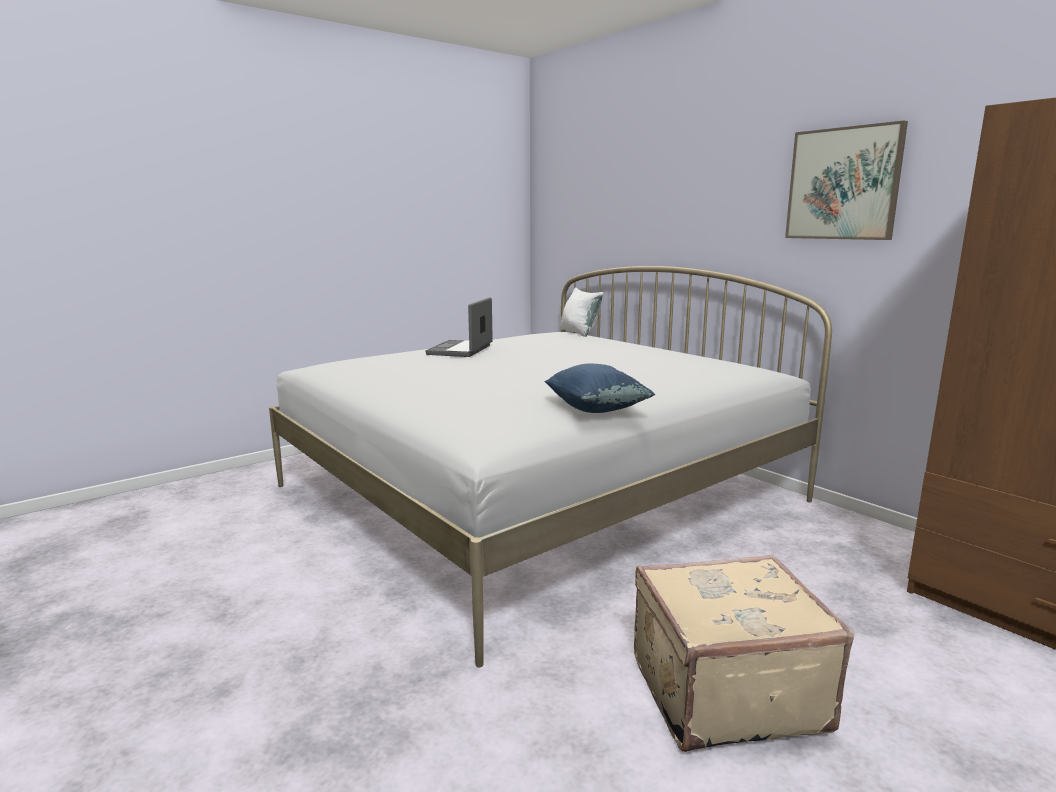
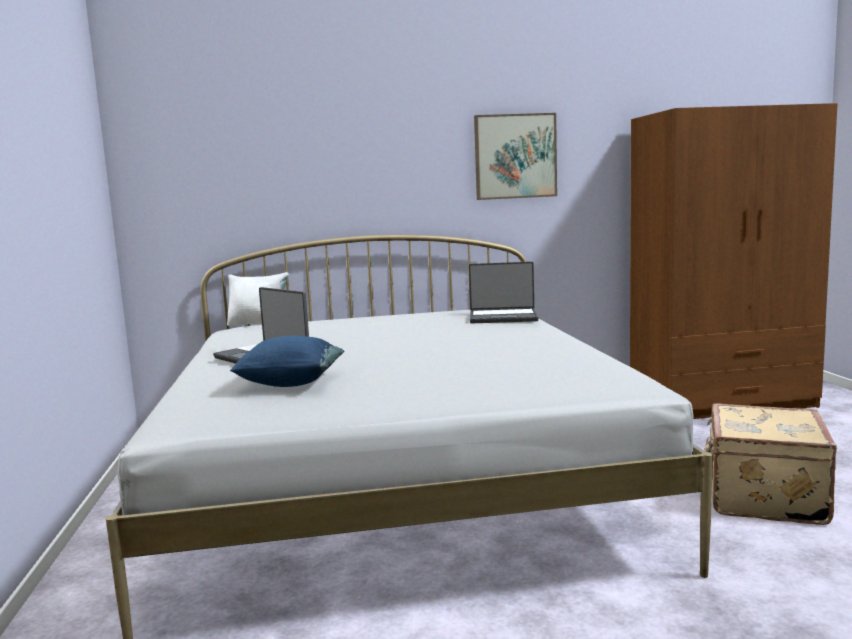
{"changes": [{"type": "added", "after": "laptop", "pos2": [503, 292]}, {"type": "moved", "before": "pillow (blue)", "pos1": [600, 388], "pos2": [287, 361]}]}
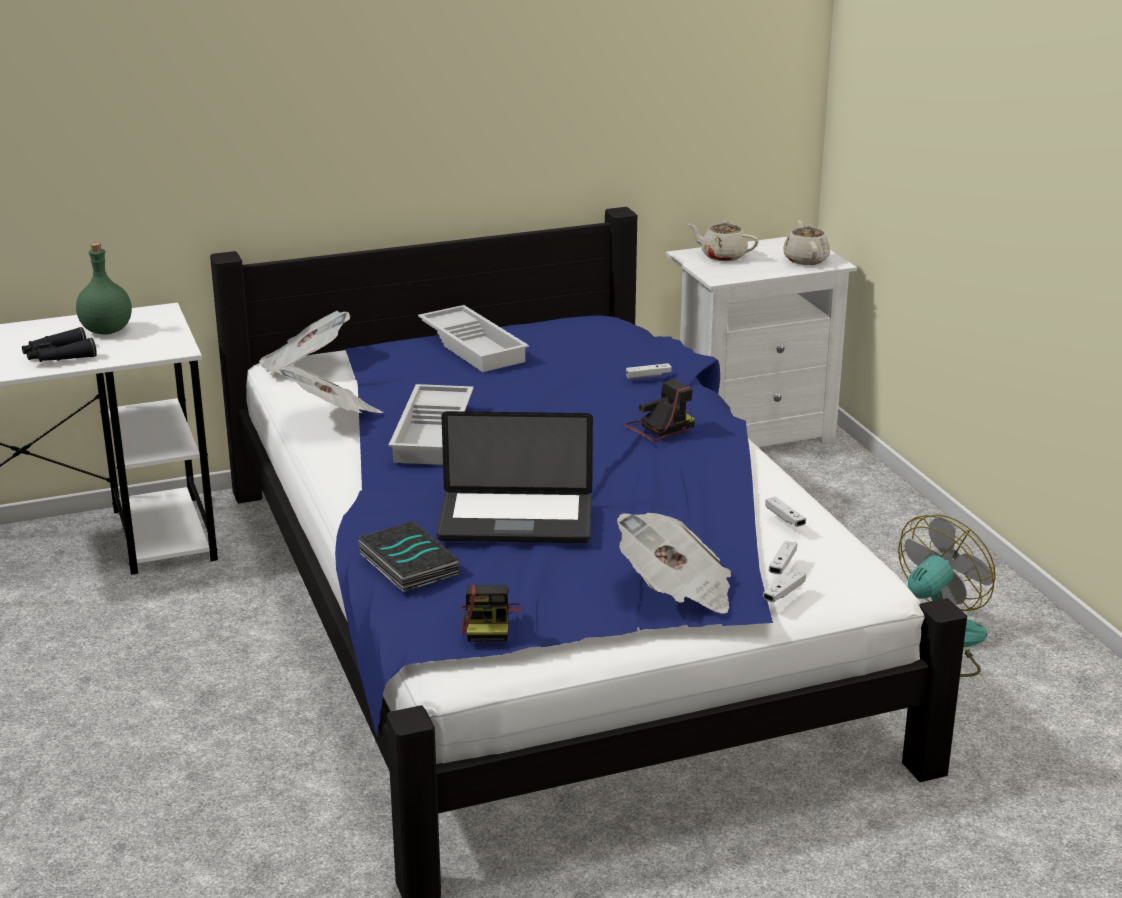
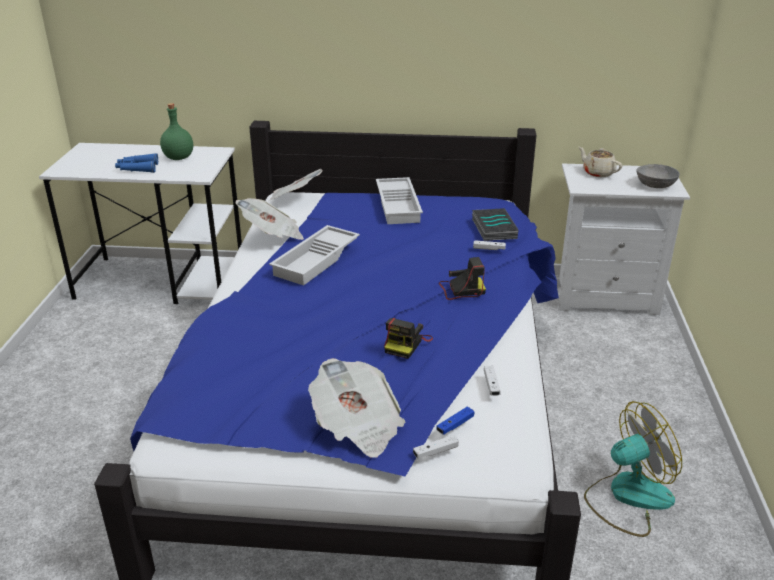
{"changes": [{"type": "removed", "before": "laptop", "pos1": [514, 477]}, {"type": "moved", "before": "book", "pos1": [408, 556], "pos2": [495, 224]}, {"type": "moved", "before": "photo camera", "pos1": [491, 613], "pos2": [408, 338]}, {"type": "replaced", "before": "teapot (beige)", "after": "bowl (grey)", "pos1": [806, 242], "pos2": [658, 176]}, {"type": "recoloured", "before": "binoculars (black)", "after": "binoculars (blue)", "pos1": [59, 344], "pos2": [136, 163]}, {"type": "recoloured", "before": "game controller (white)", "after": "game controller (blue)", "pos1": [782, 557], "pos2": [455, 421]}]}
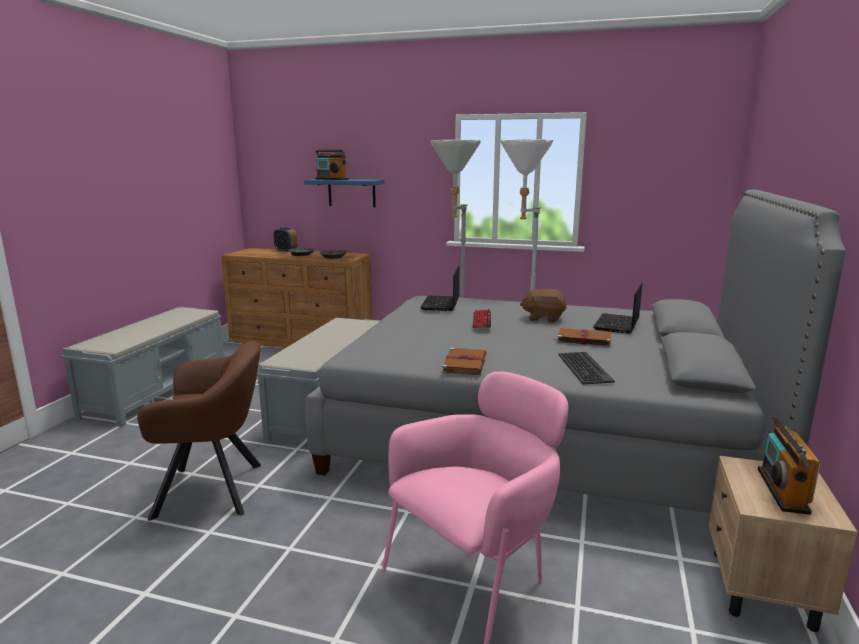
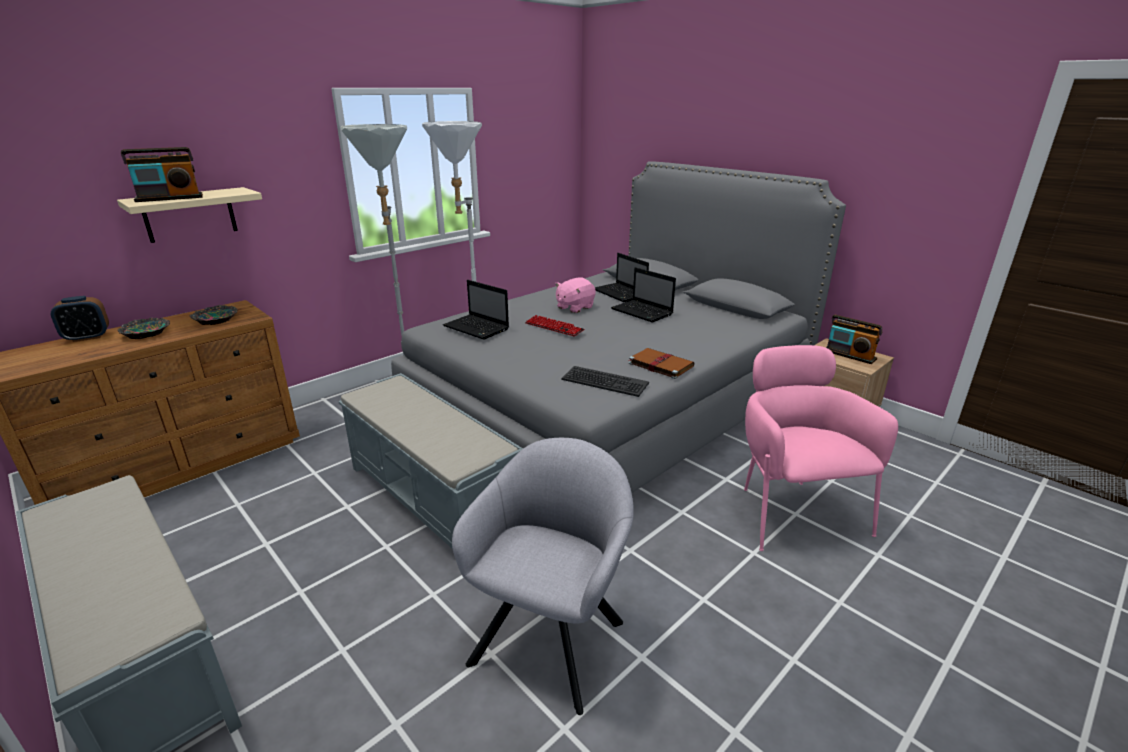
{"changes": [{"type": "moved", "before": "keyboard", "pos1": [586, 368], "pos2": [605, 381]}, {"type": "replaced", "before": "book (brown)", "after": "laptop", "pos1": [582, 337], "pos2": [643, 294]}, {"type": "recoloured", "before": "armchair (brown)", "after": "armchair (grey)", "pos1": [199, 431], "pos2": [543, 576]}, {"type": "recoloured", "before": "shelf (blue)", "after": "shelf (beige)", "pos1": [344, 193], "pos2": [189, 215]}, {"type": "recoloured", "before": "plush toy (brown)", "after": "plush toy (pink)", "pos1": [543, 306], "pos2": [575, 295]}]}
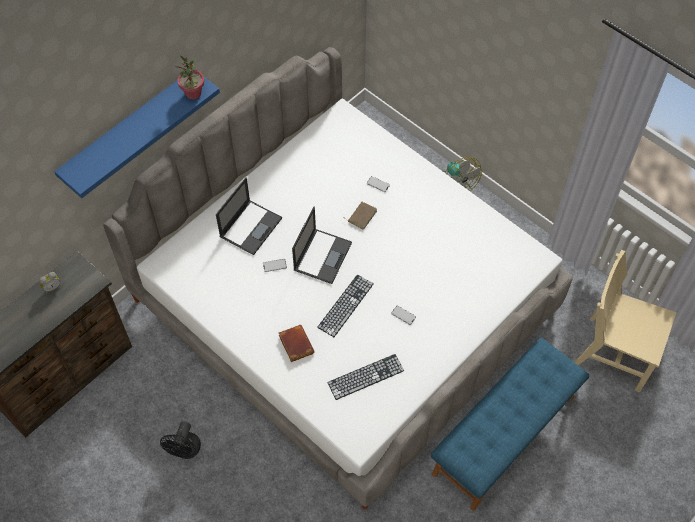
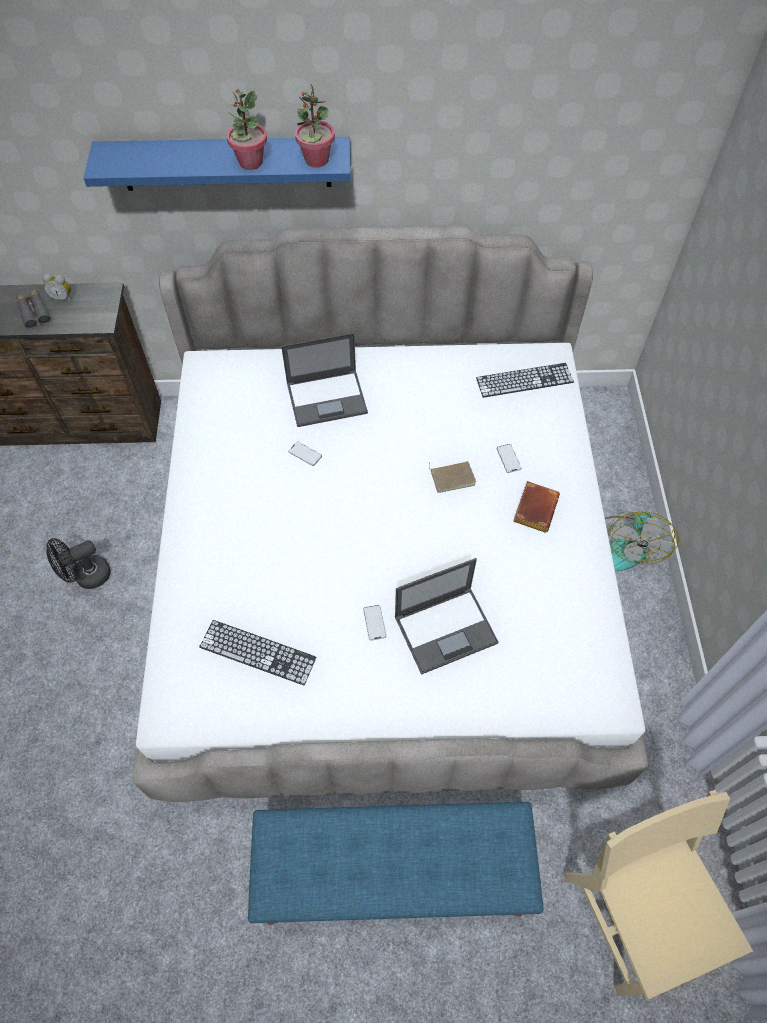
{"changes": [{"type": "added", "after": "binoculars (grey)", "pos2": [34, 309]}, {"type": "added", "after": "potted plant", "pos2": [247, 129]}, {"type": "moved", "before": "book (brown)", "pos1": [297, 343], "pos2": [536, 506]}, {"type": "moved", "before": "laptop", "pos1": [322, 245], "pos2": [446, 616]}, {"type": "moved", "before": "keyboard", "pos1": [345, 306], "pos2": [525, 380]}]}
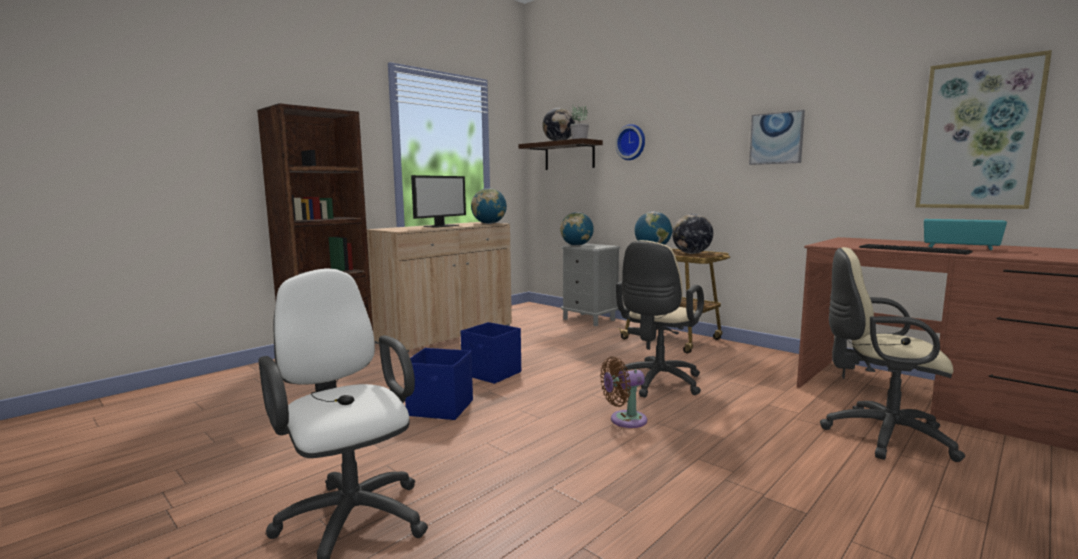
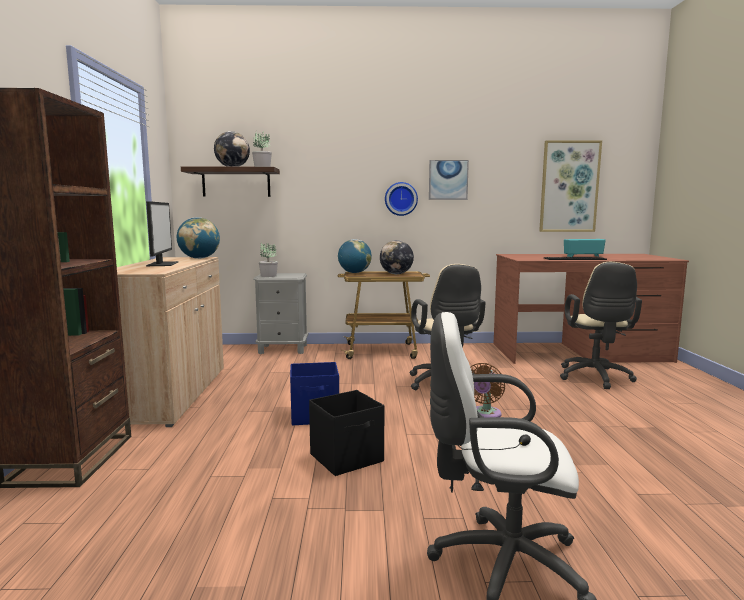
{"changes": [{"type": "moved", "before": "wall clock", "pos1": [630, 142], "pos2": [401, 199]}, {"type": "replaced", "before": "globe", "after": "potted plant", "pos1": [577, 229], "pos2": [268, 260]}, {"type": "recoloured", "before": "storage box (blue)", "after": "storage box (black)", "pos1": [439, 384], "pos2": [346, 433]}, {"type": "turned", "before": "office chair (beige)", "pos1": [892, 354], "pos2": [601, 325], "turn": -60}]}
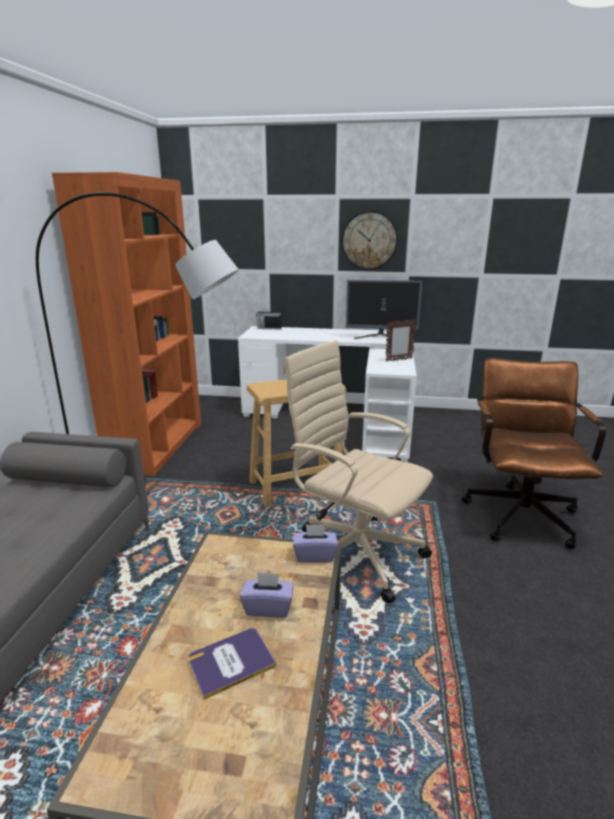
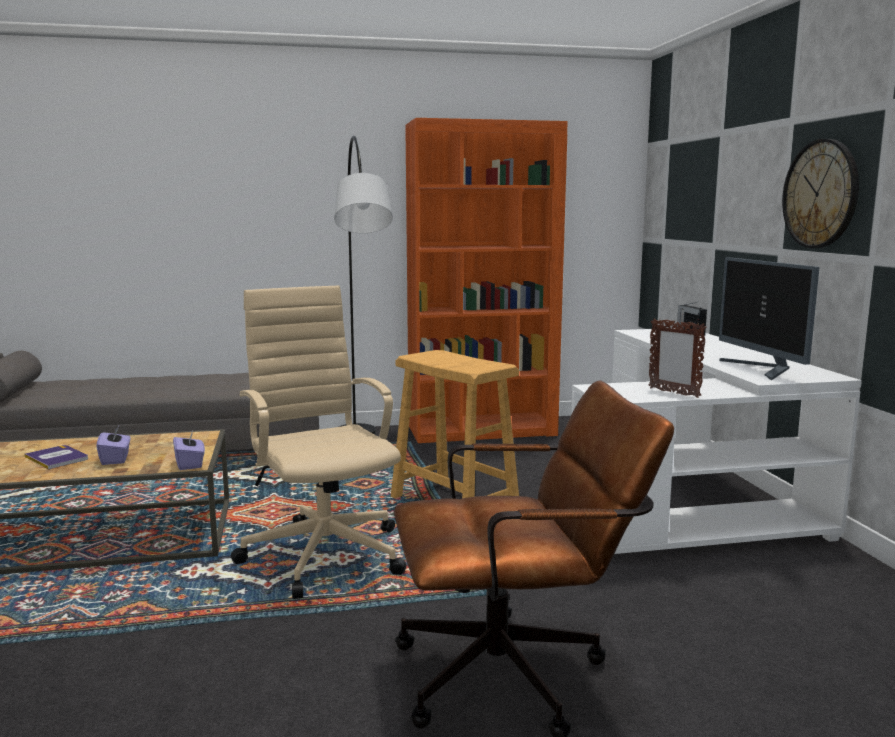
{"changes": [{"type": "turned", "before": "office chair (beige)", "pos1": [358, 472], "pos2": [318, 442], "turn": -45}]}
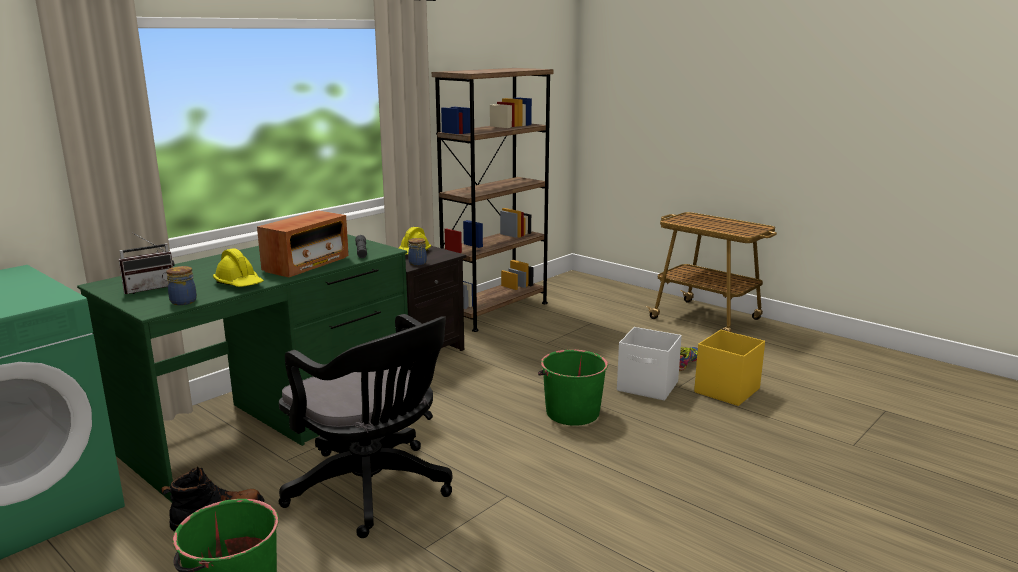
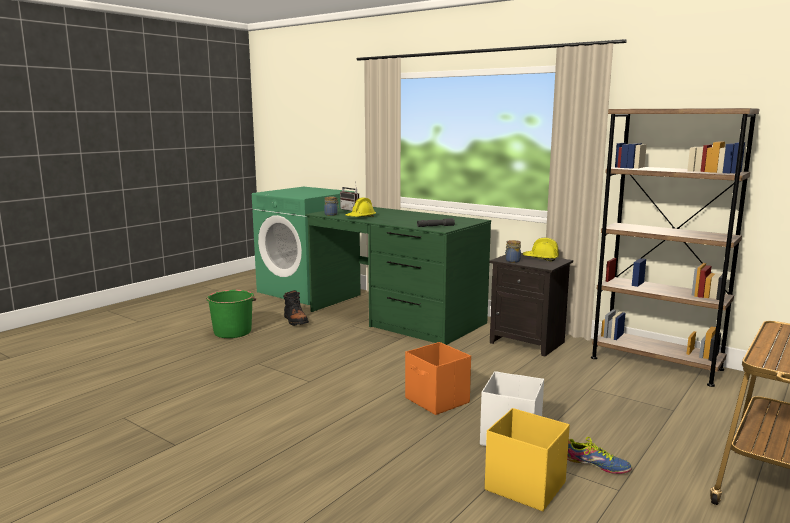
{"changes": [{"type": "removed", "before": "radio", "pos1": [303, 243]}, {"type": "removed", "before": "office chair (black)", "pos1": [366, 426]}, {"type": "replaced", "before": "bucket (green)", "after": "storage box (orange)", "pos1": [573, 388], "pos2": [438, 378]}]}
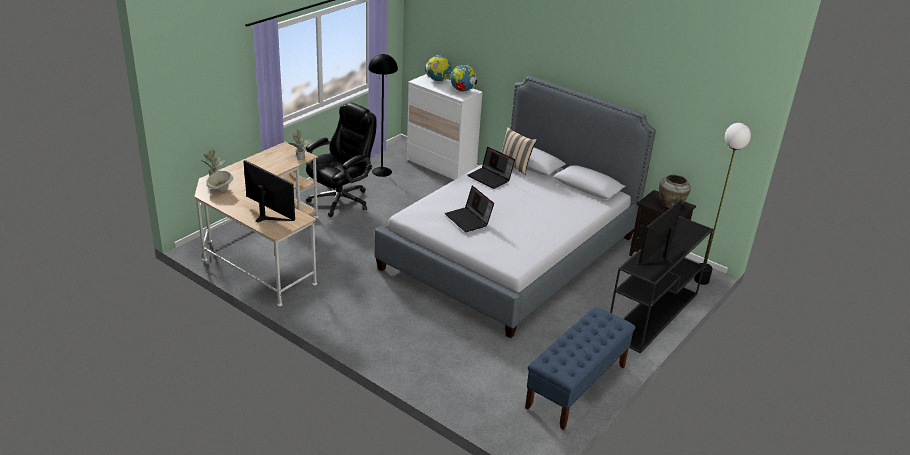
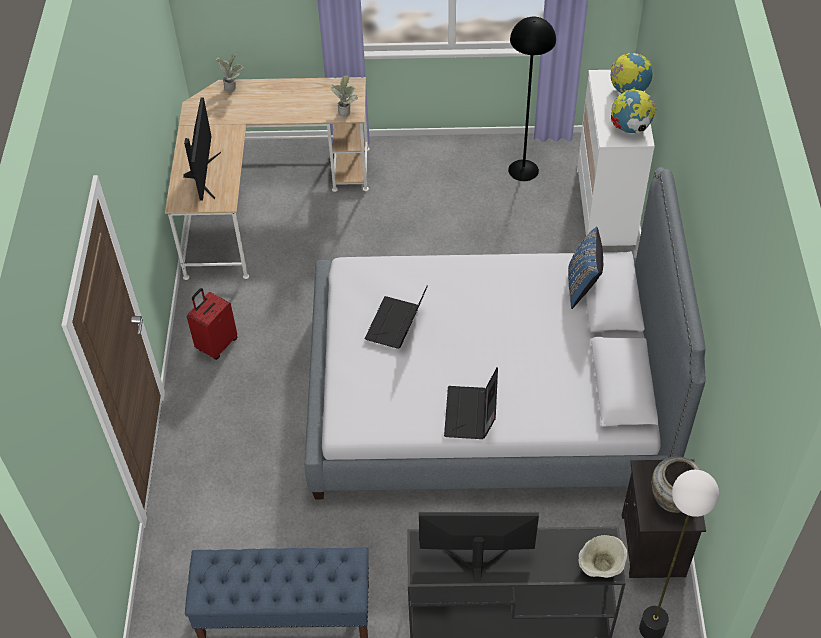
{"changes": [{"type": "removed", "before": "office chair (black)", "pos1": [341, 160]}, {"type": "added", "after": "suitcase (red)", "pos2": [212, 324]}, {"type": "moved", "before": "bowl (beige)", "pos1": [220, 181], "pos2": [603, 556]}, {"type": "moved", "before": "laptop", "pos1": [491, 168], "pos2": [471, 403]}, {"type": "recoloured", "before": "pillow (beige)", "after": "pillow (blue)", "pos1": [519, 151], "pos2": [585, 268]}]}
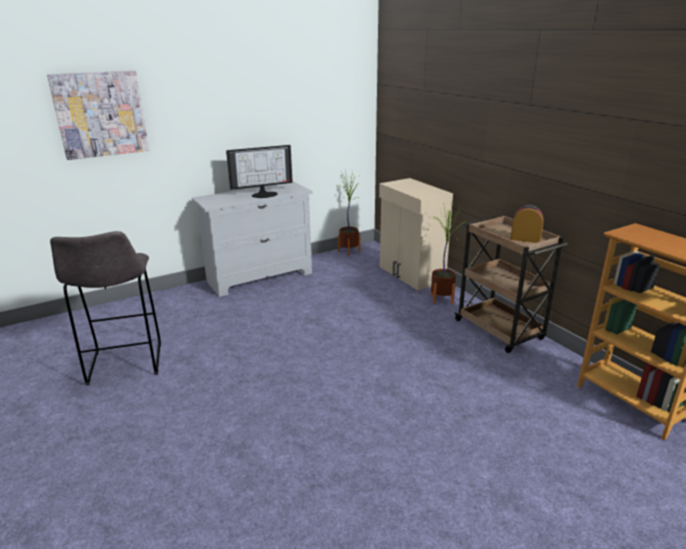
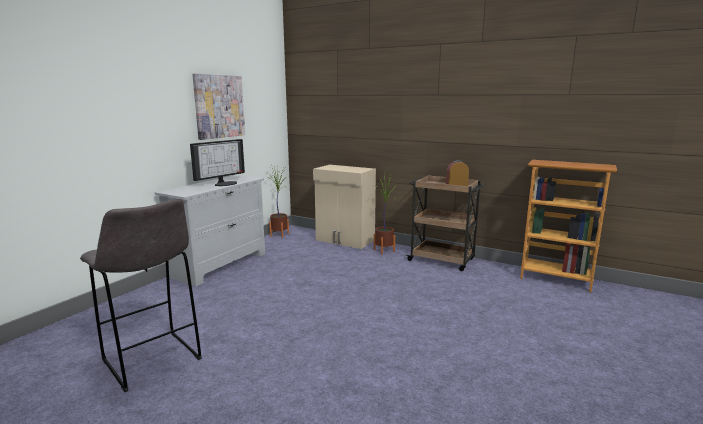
{"changes": [{"type": "moved", "before": "picture", "pos1": [98, 115], "pos2": [218, 107]}]}
